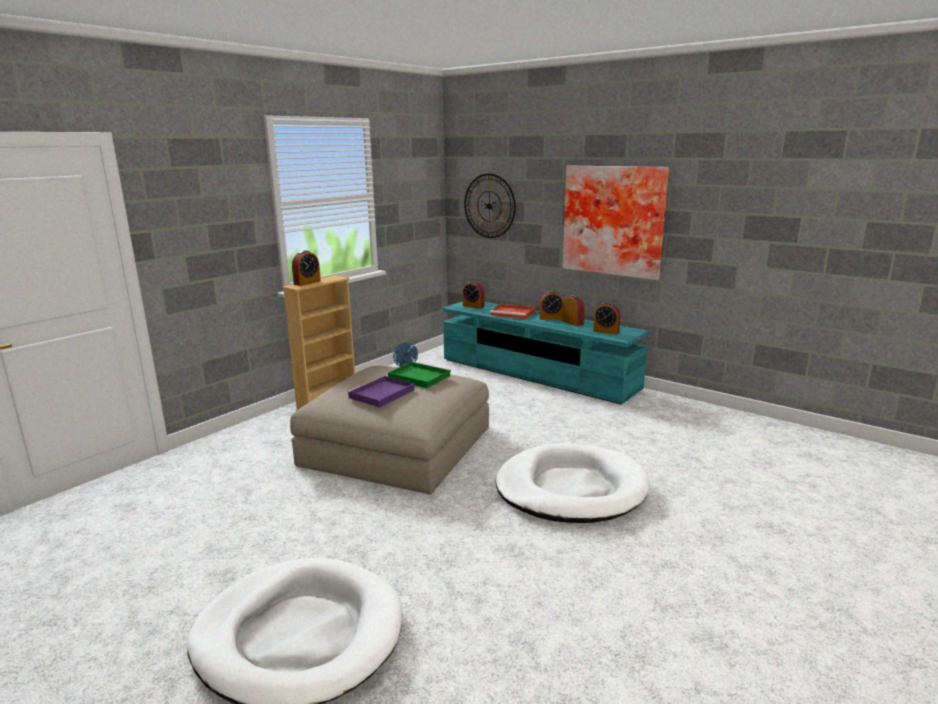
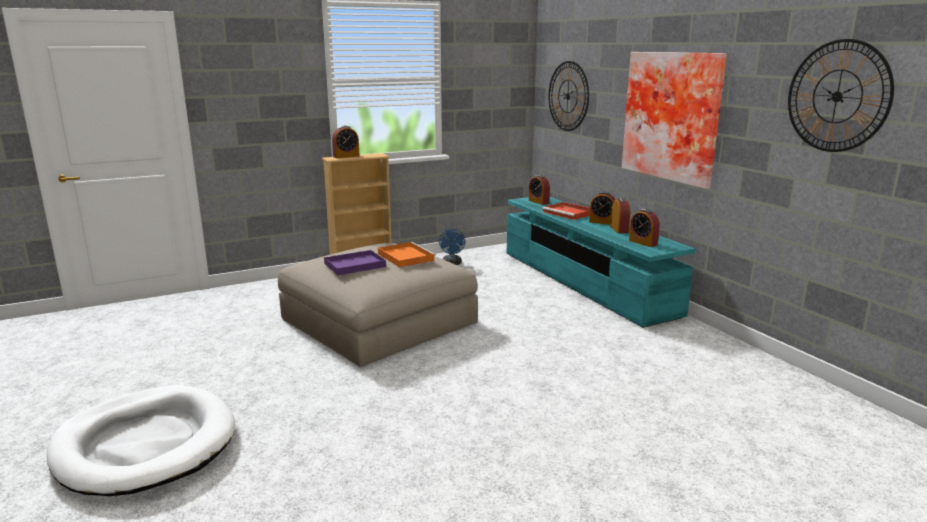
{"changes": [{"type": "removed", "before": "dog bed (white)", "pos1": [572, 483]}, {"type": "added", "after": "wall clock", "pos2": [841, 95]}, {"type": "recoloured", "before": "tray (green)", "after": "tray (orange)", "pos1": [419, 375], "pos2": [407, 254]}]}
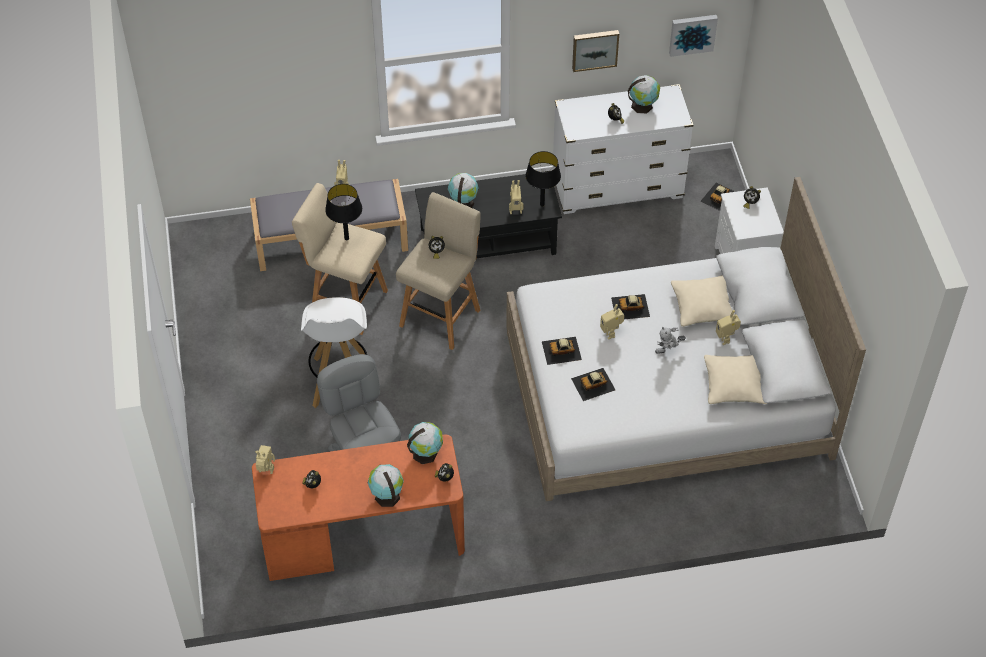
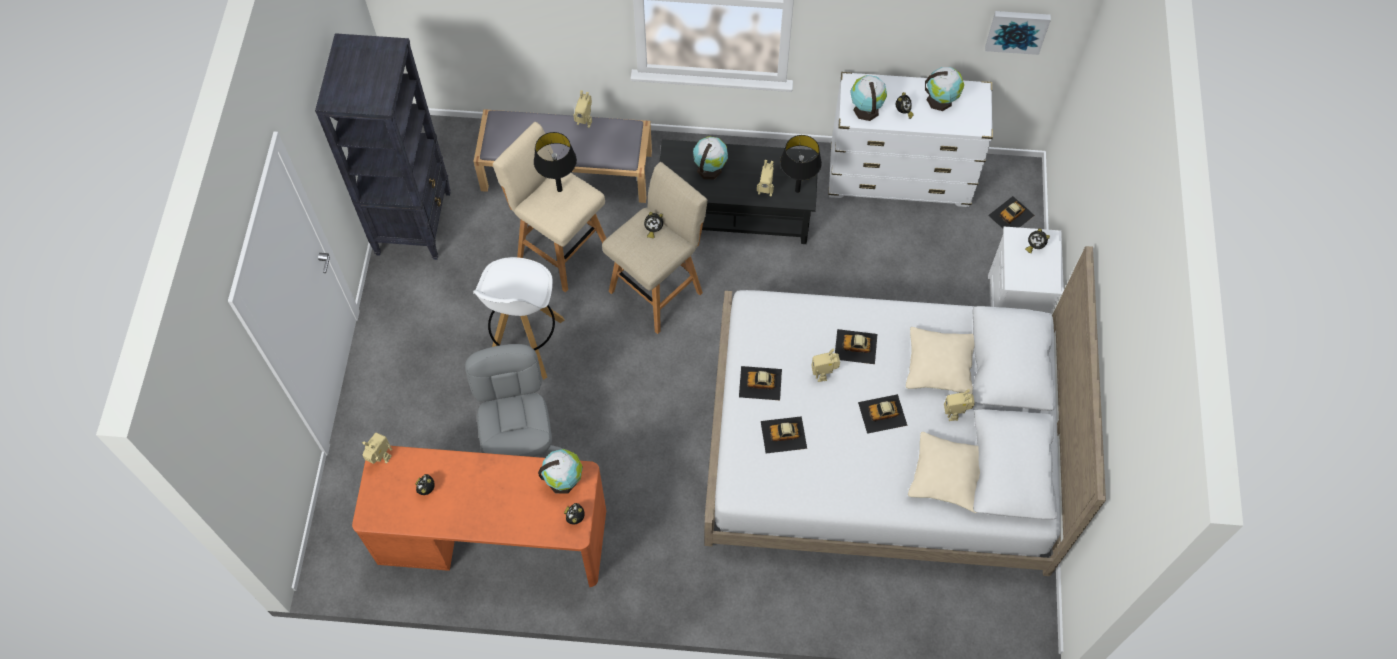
{"changes": [{"type": "removed", "before": "picture", "pos1": [595, 51]}, {"type": "added", "after": "bookcase (black)", "pos2": [383, 146]}, {"type": "moved", "before": "globe", "pos1": [386, 485], "pos2": [868, 98]}, {"type": "replaced", "before": "toy robot", "after": "toy car", "pos1": [670, 340], "pos2": [882, 414]}]}
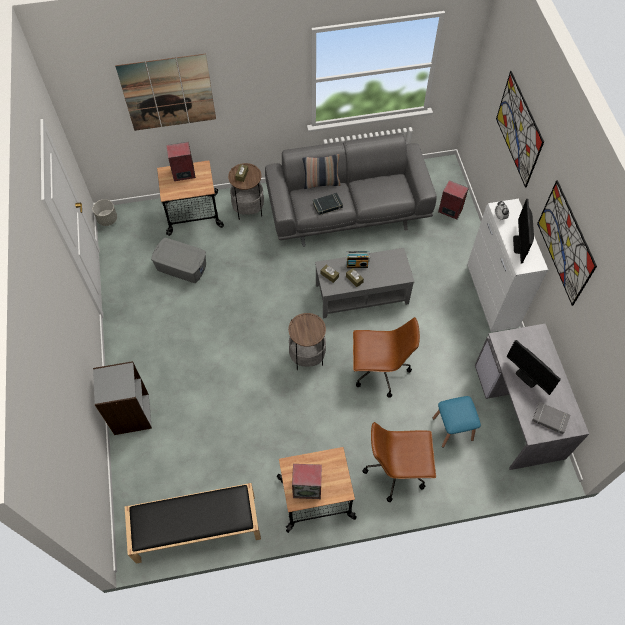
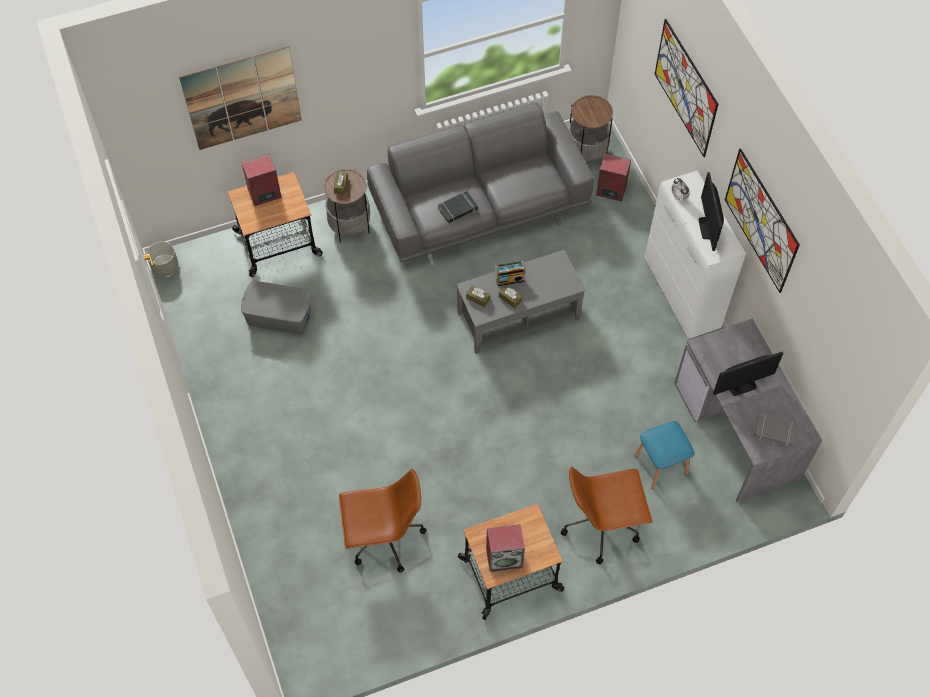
{"changes": [{"type": "removed", "before": "bookcase (grey)", "pos1": [122, 398]}, {"type": "removed", "before": "bench (black)", "pos1": [193, 523]}, {"type": "removed", "before": "pillow", "pos1": [322, 171]}, {"type": "moved", "before": "side table", "pos1": [307, 341], "pos2": [591, 128]}, {"type": "moved", "before": "office chair (brown)", "pos1": [386, 357], "pos2": [383, 520]}, {"type": "turned", "before": "monitor", "pos1": [534, 367], "pos2": [748, 374], "turn": -60}]}
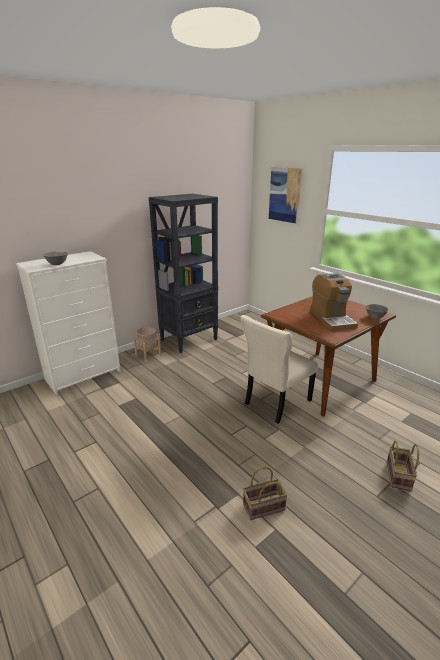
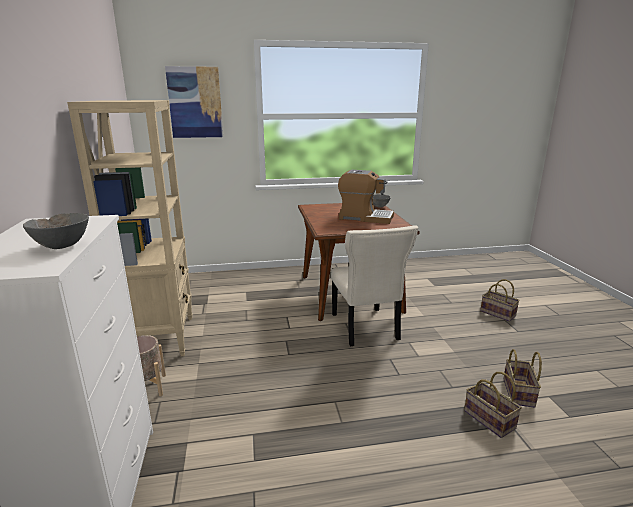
{"changes": [{"type": "added", "after": "basket", "pos2": [493, 405]}, {"type": "recoloured", "before": "bookcase (black)", "after": "bookcase (beige)", "pos1": [183, 273], "pos2": [130, 228]}]}
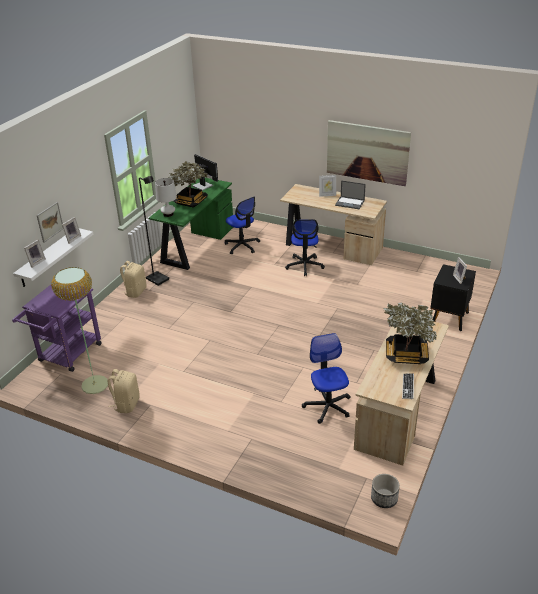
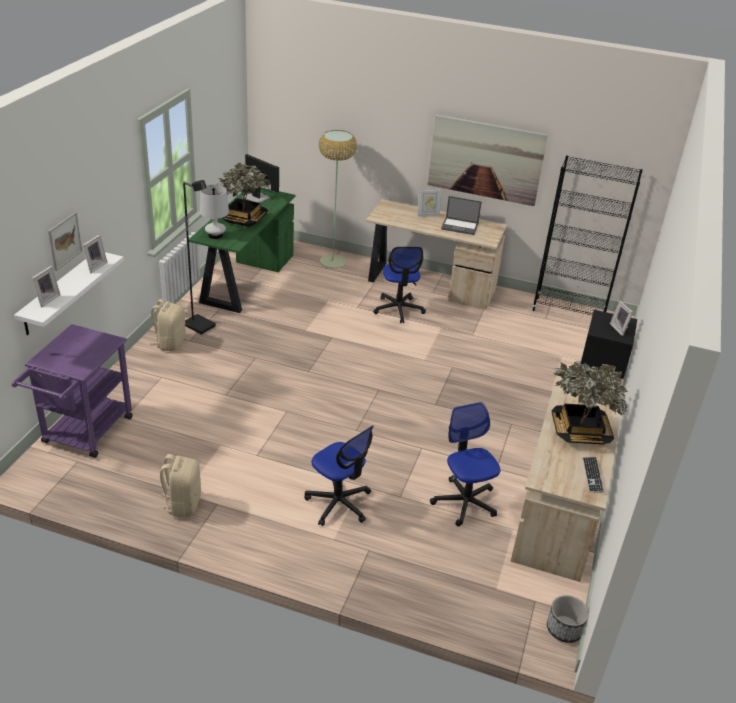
{"changes": [{"type": "added", "after": "bookcase (black)", "pos2": [587, 235]}, {"type": "moved", "before": "floor lamp", "pos1": [79, 330], "pos2": [338, 199]}, {"type": "moved", "before": "office chair", "pos1": [242, 225], "pos2": [339, 475]}]}
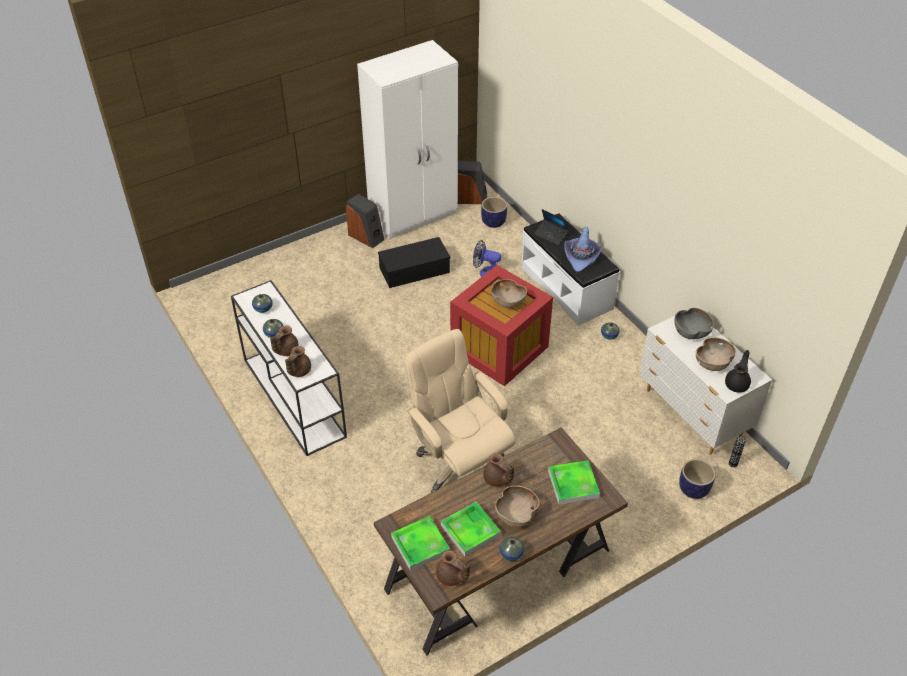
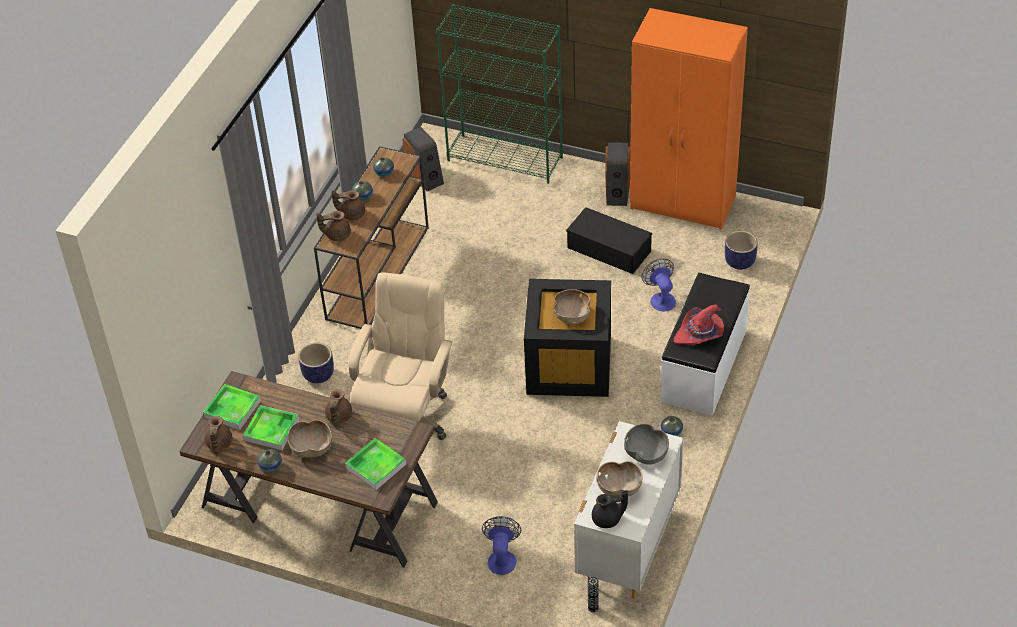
{"changes": [{"type": "removed", "before": "laptop", "pos1": [551, 227]}, {"type": "added", "after": "bookcase (green)", "pos2": [499, 94]}, {"type": "added", "after": "fan", "pos2": [501, 545]}, {"type": "moved", "before": "speaker", "pos1": [472, 182], "pos2": [423, 159]}, {"type": "moved", "before": "planter", "pos1": [697, 479], "pos2": [316, 363]}, {"type": "recoloured", "before": "console table (white)", "after": "console table (brown)", "pos1": [289, 368], "pos2": [371, 237]}, {"type": "recoloured", "before": "wardrobe (white)", "after": "wardrobe (orange)", "pos1": [407, 140], "pos2": [689, 119]}, {"type": "recoloured", "before": "storage box (red)", "after": "storage box (black)", "pos1": [501, 325], "pos2": [567, 338]}, {"type": "recoloured", "before": "hat (purple)", "after": "hat (red)", "pos1": [583, 250], "pos2": [698, 324]}]}
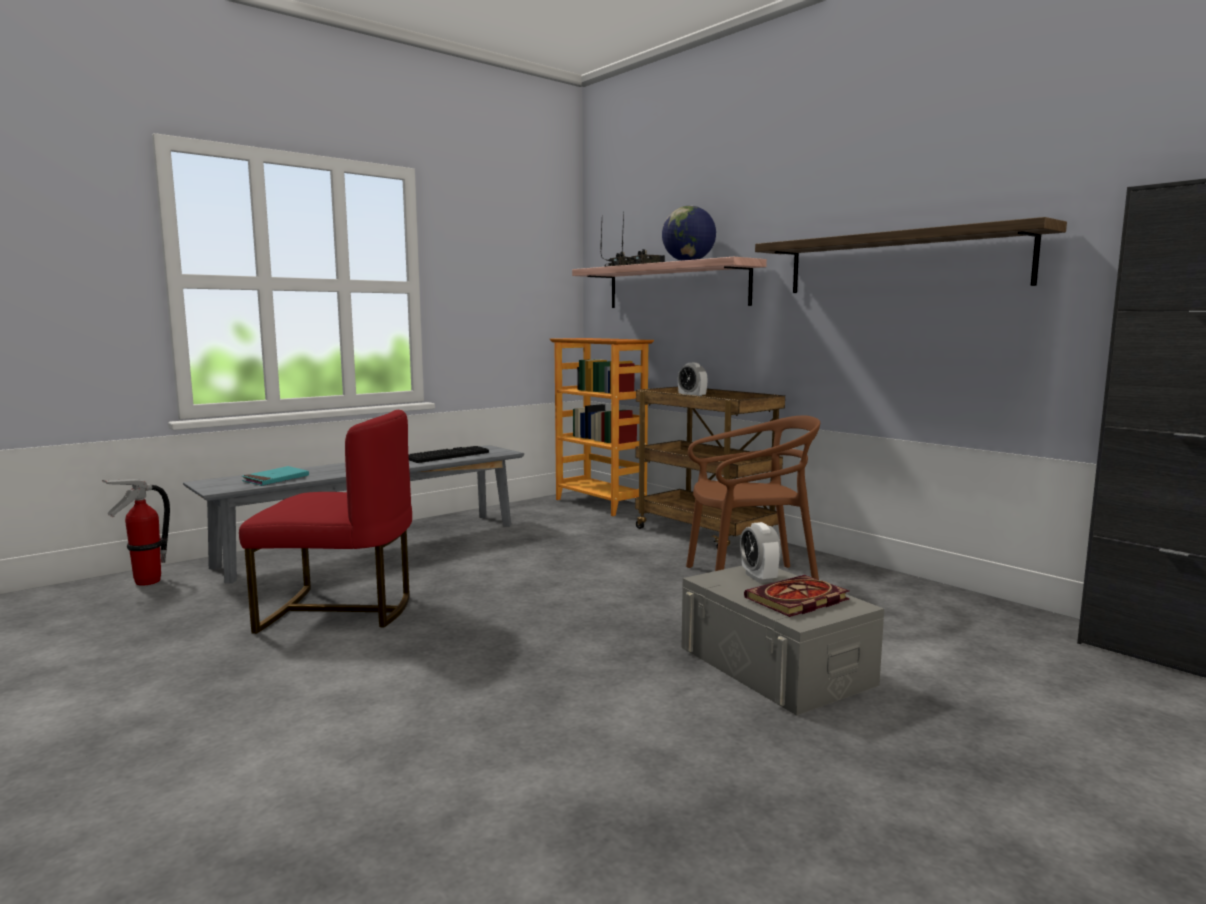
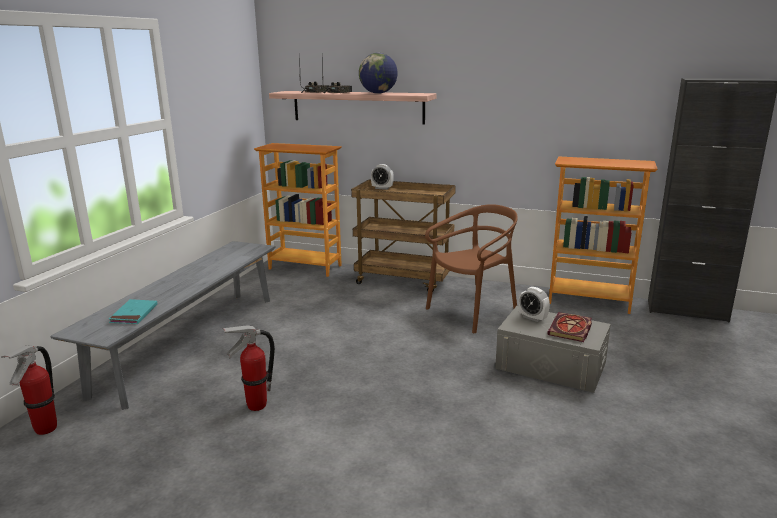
{"changes": [{"type": "removed", "before": "keyboard", "pos1": [448, 454]}, {"type": "removed", "before": "shelf", "pos1": [911, 255]}, {"type": "added", "after": "bookcase", "pos2": [603, 235]}, {"type": "replaced", "before": "chair (red)", "after": "fire extinguisher", "pos1": [325, 522], "pos2": [248, 368]}]}
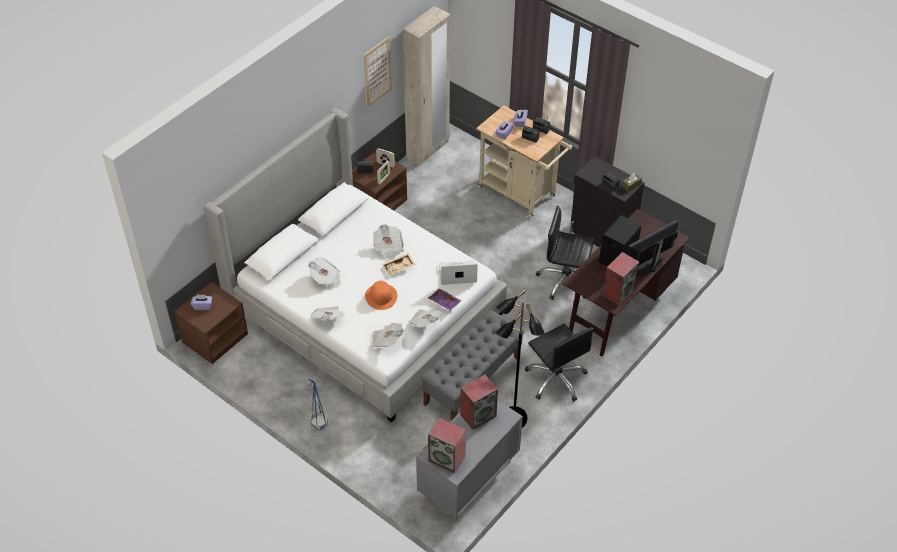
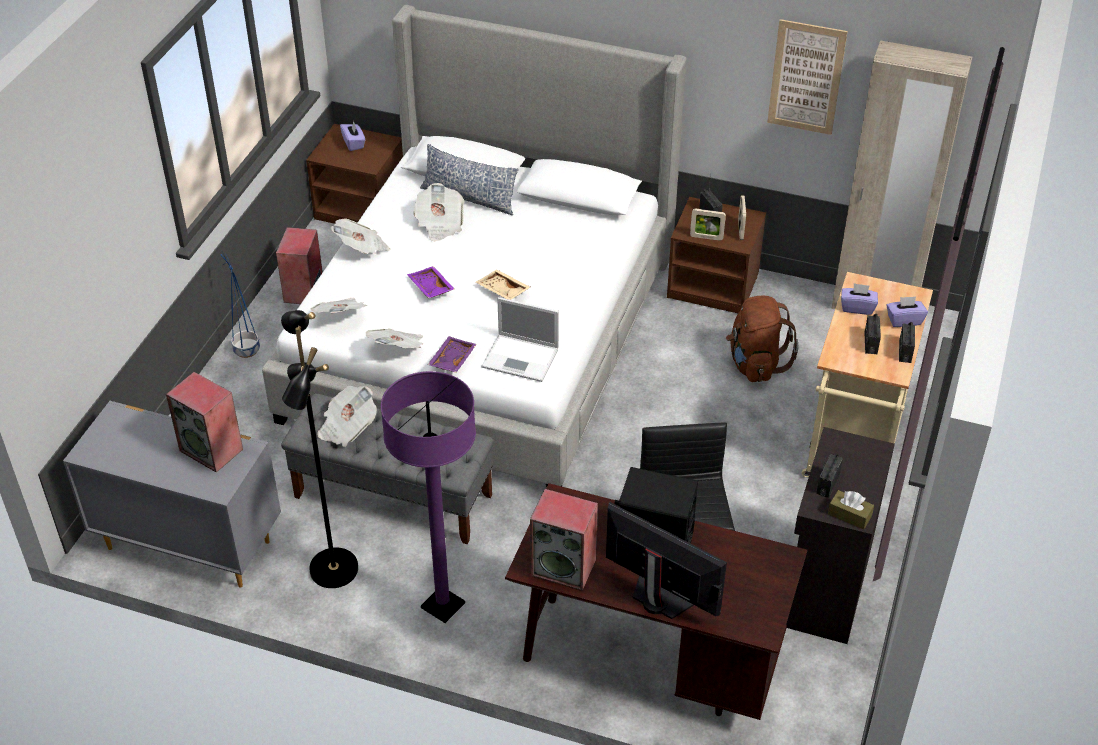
{"changes": [{"type": "added", "after": "pillow", "pos2": [469, 179]}, {"type": "added", "after": "backpack (brown)", "pos2": [762, 338]}, {"type": "moved", "before": "newspaper", "pos1": [388, 242], "pos2": [347, 416]}, {"type": "moved", "before": "speaker", "pos1": [447, 445], "pos2": [299, 265]}, {"type": "replaced", "before": "hat (orange)", "after": "tray (purple)", "pos1": [381, 295], "pos2": [431, 282]}, {"type": "replaced", "before": "office chair (black)", "after": "floor lamp (purple)", "pos1": [559, 362], "pos2": [428, 497]}, {"type": "turned", "before": "laptop", "pos1": [458, 273], "pos2": [520, 339], "turn": 135}]}
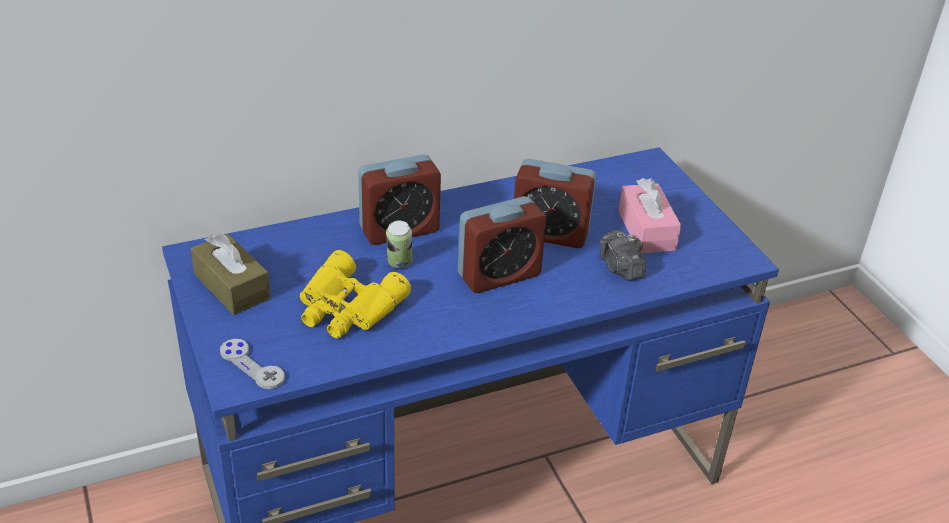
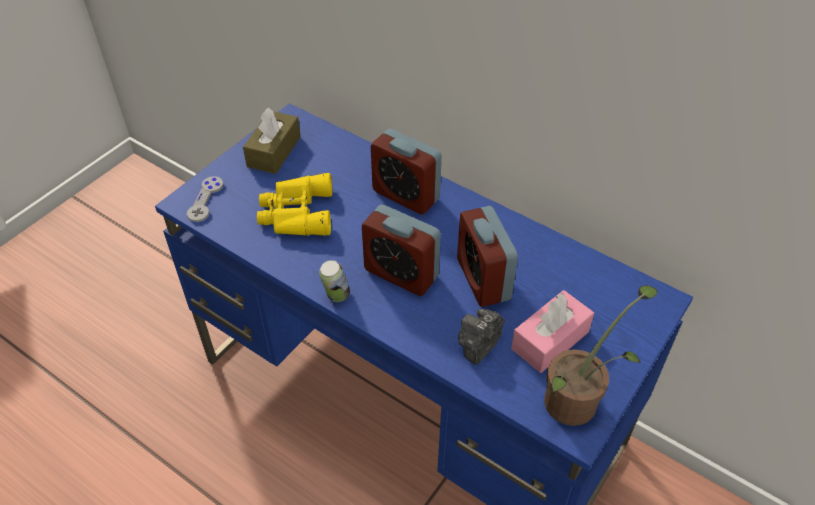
{"changes": [{"type": "added", "after": "potted plant", "pos2": [601, 355]}, {"type": "moved", "before": "can", "pos1": [399, 244], "pos2": [334, 281]}]}
